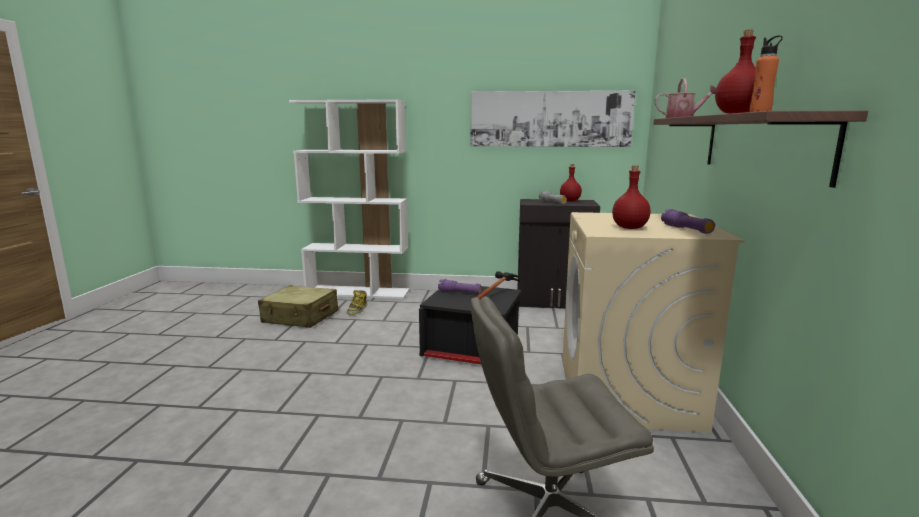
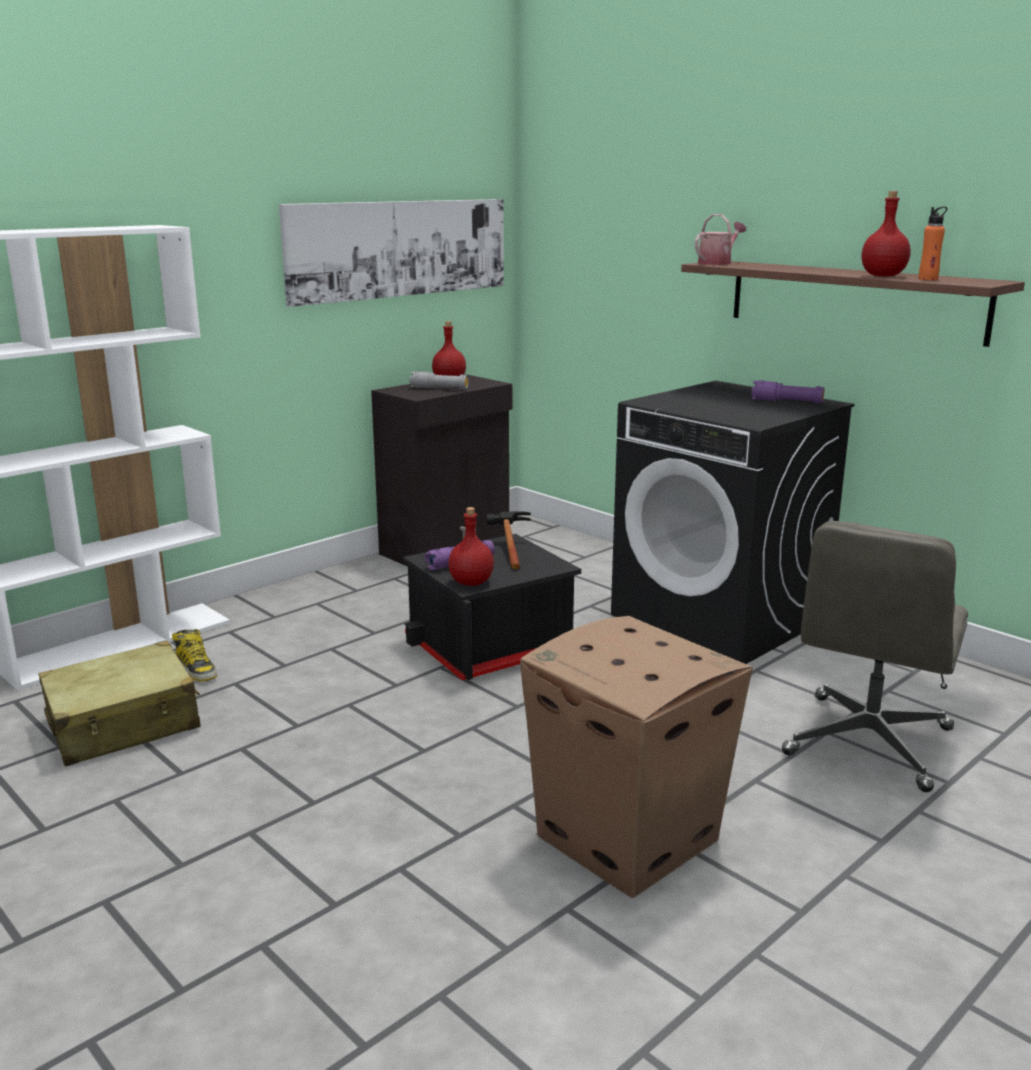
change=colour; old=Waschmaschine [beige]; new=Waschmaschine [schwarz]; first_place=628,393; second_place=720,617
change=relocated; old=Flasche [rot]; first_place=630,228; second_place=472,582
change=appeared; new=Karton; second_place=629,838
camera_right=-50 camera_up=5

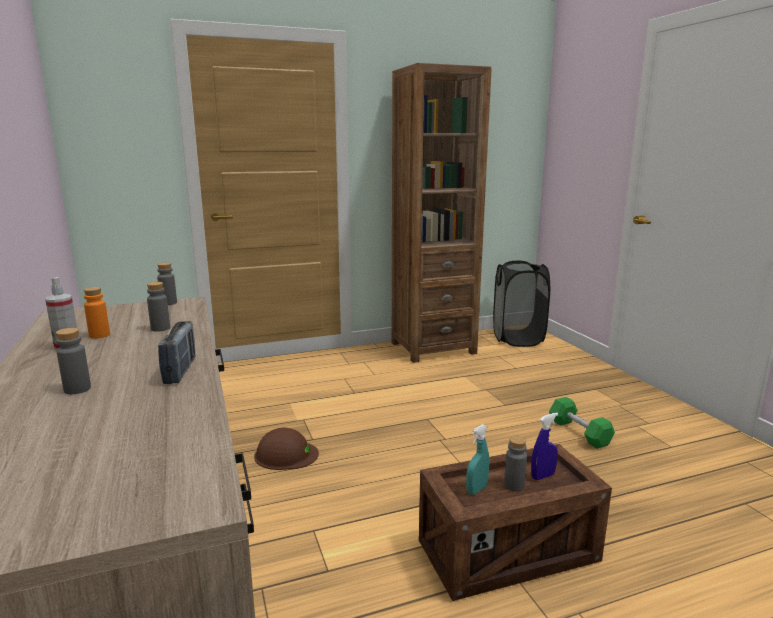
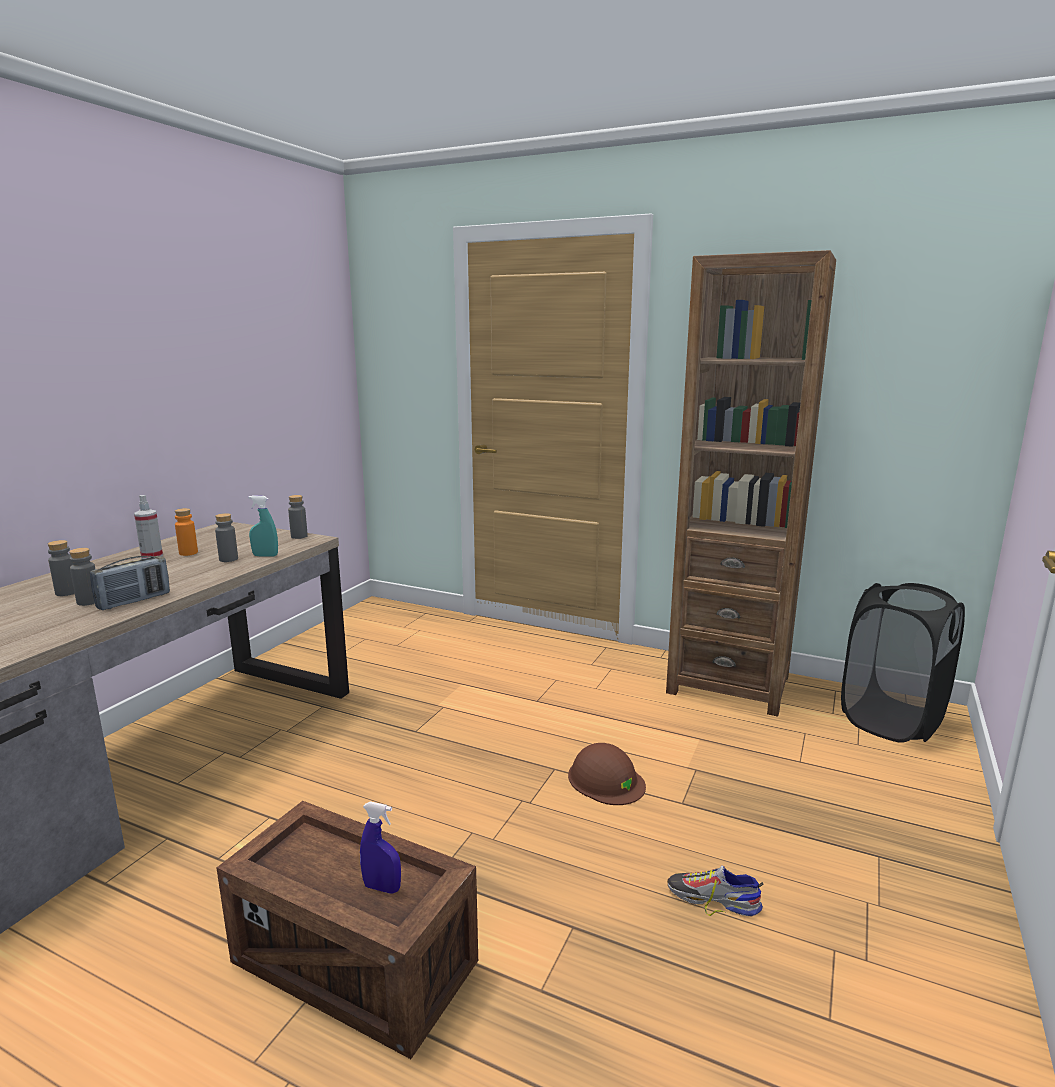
change=relocated; old=Schutzhelm [braun]; first_place=286,455; second_place=606,780
change=relocated; old=Sprühflasche [türkis]; first_place=477,489; second_place=265,555
change=relocated; old=Flasche [grau]; first_place=514,485; second_place=89,602
change=exchanged; old=Hantel [grün]; new=Schuh; first_place=579,432; second_place=713,899
camera_right=45 camera_up=0

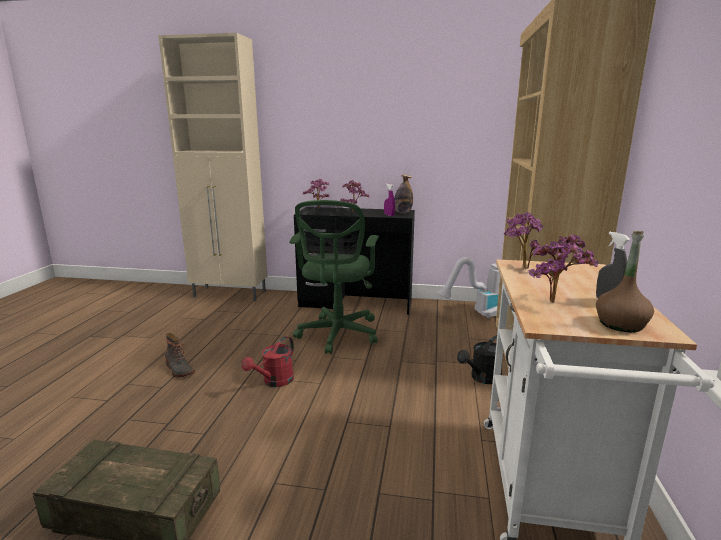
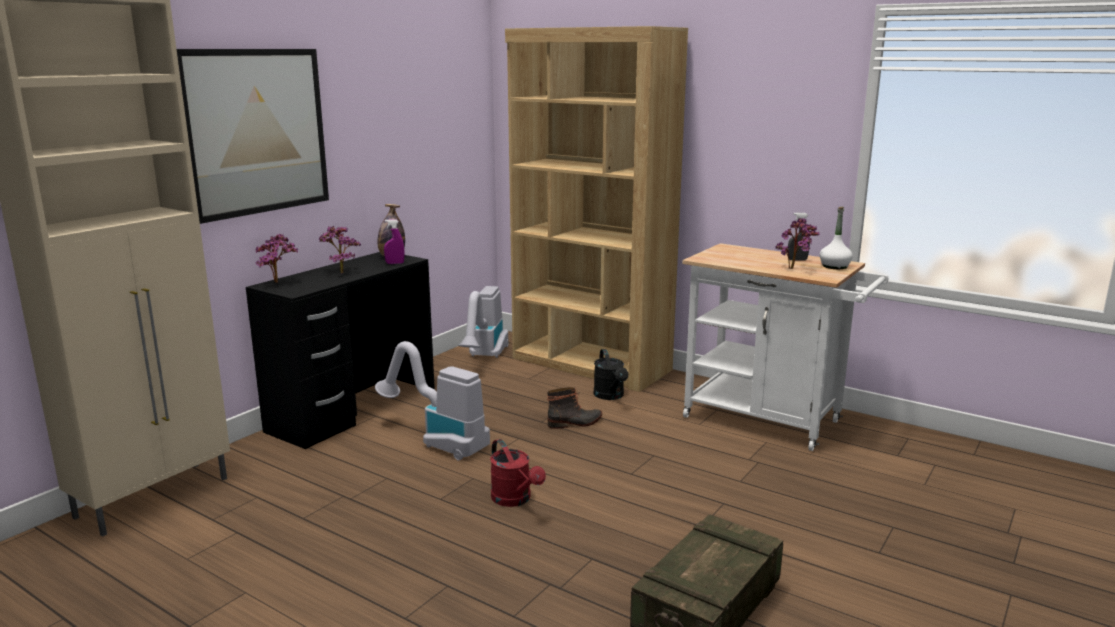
change=relocated; old=Stiefel; first_place=179,370; second_place=575,423
change=exchanged; old=Bürostuhl [grün]; new=Staubsauger; first_place=337,335; second_place=437,441
change=missing; old=Topfpflanze; first_place=521,268
change=colour; old=Flasche [braun]; new=Flasche [weiß]; first_place=620,324; second_place=834,266
change=appeared; new=Bild; second_place=254,132
camera_right=-65 camera_up=0

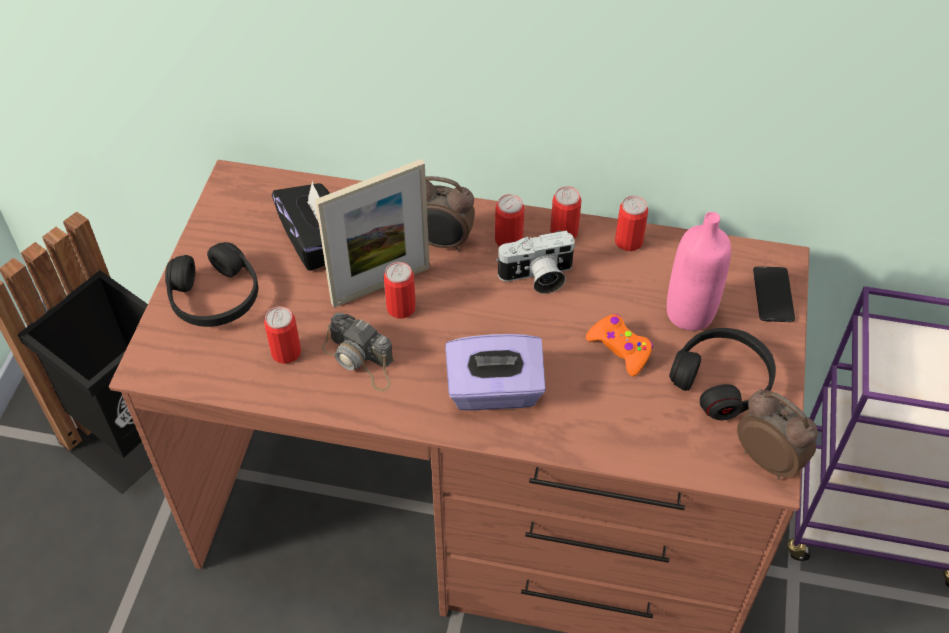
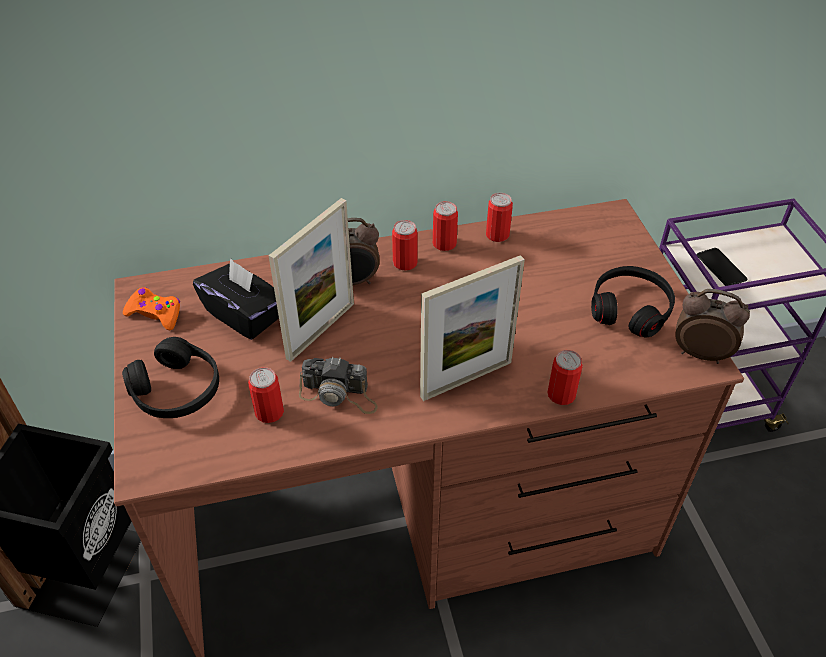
change=relocated; old=Dose; first_place=401,308; second_place=561,394
change=exchanged; old=Taschentuchbox [lila]; new=Bilderrahmen; first_place=494,392; second_place=466,379
change=missing; old=Kamera; first_place=537,277
change=relocated; old=Gamepad [orange]; first_place=620,348; second_place=155,313
change=missing; old=Flasche [rosa]; first_place=689,313
change=relocated; old=Handy; first_place=773,295; second_place=721,268
camera_right=-25 camera_up=-5

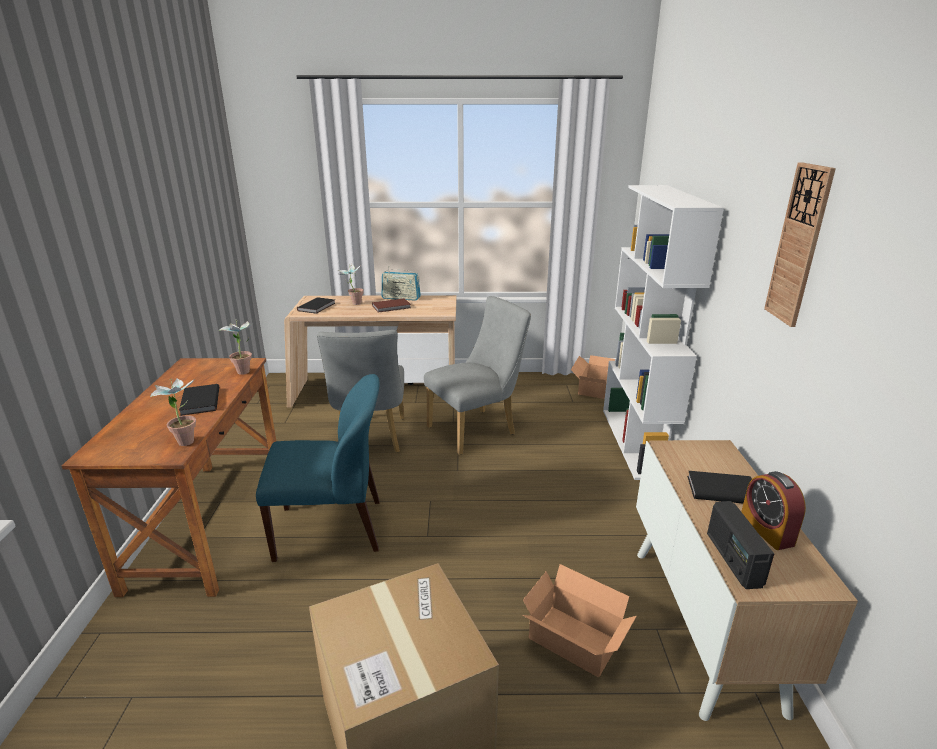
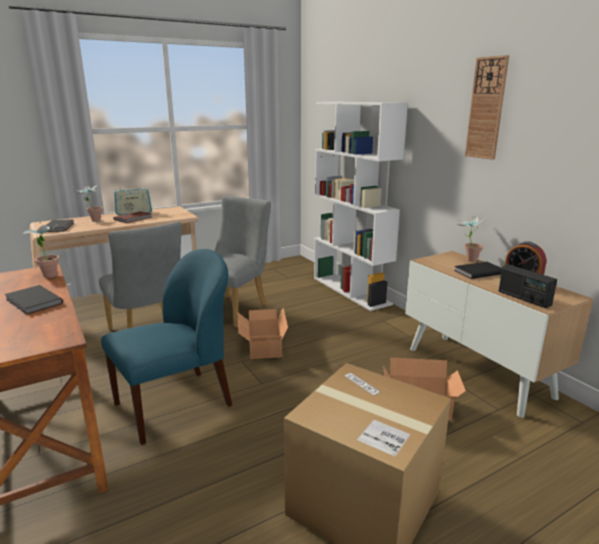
change=relocated; old=Topfpflanze; first_place=185,439; second_place=467,259
change=relocated; old=Karton; first_place=593,388; second_place=262,347
camera_right=-30 camera_up=-5

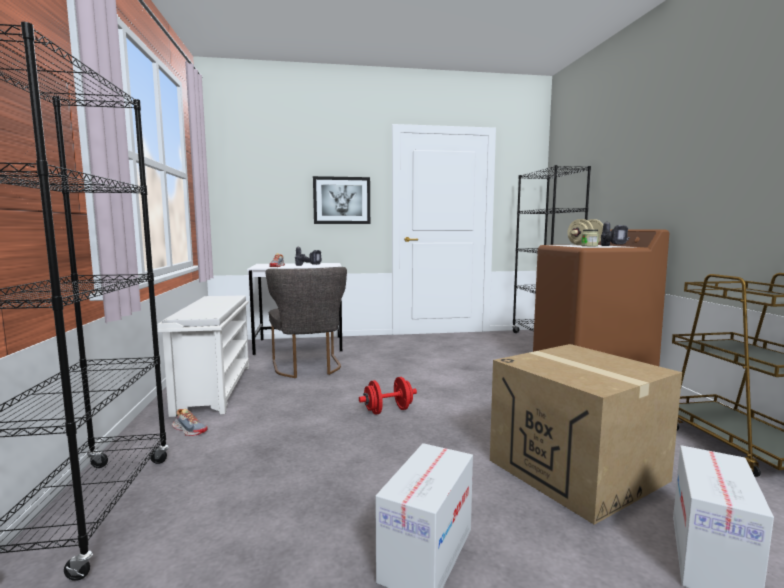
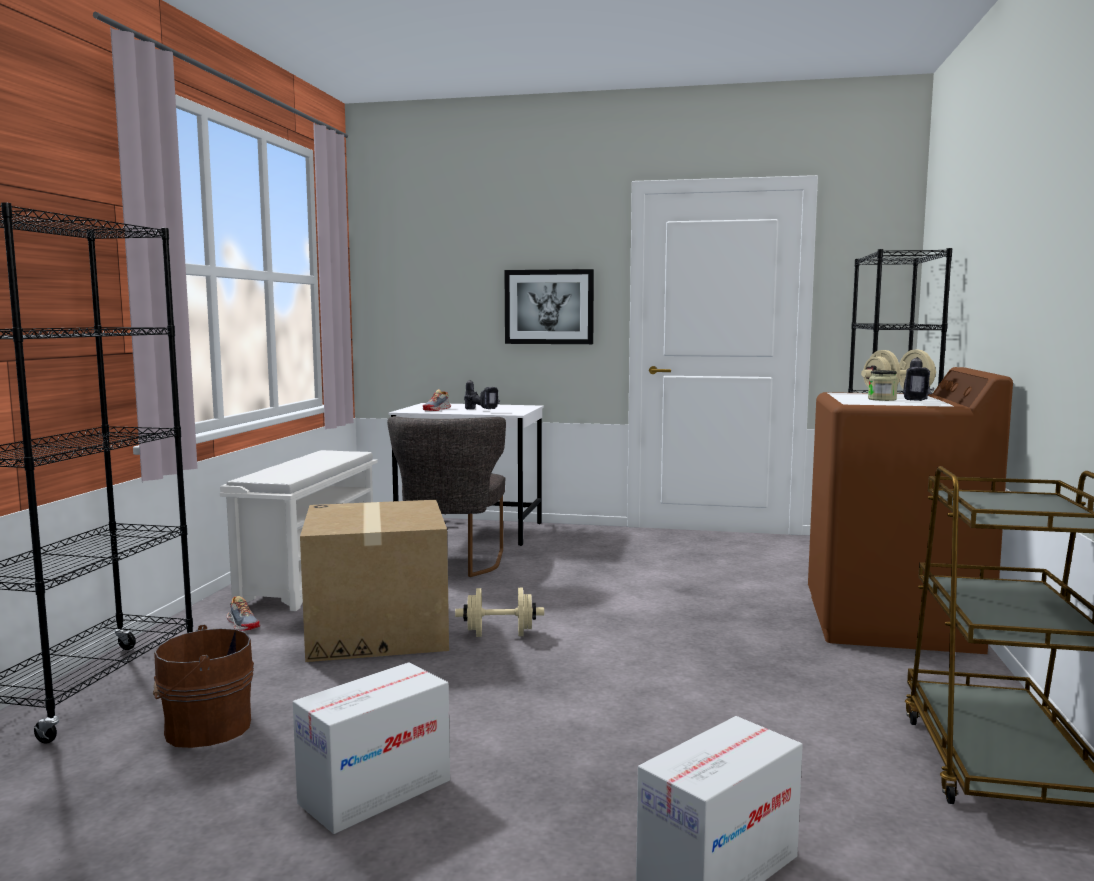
change=colour; old=Hantel [rot]; new=Hantel [beige]; first_place=388,410; second_place=500,634
change=relocated; old=Karton; first_place=577,470; second_place=378,631
change=appeared; new=Eimer [braun]; second_place=203,728
camera_right=20 camera_up=0

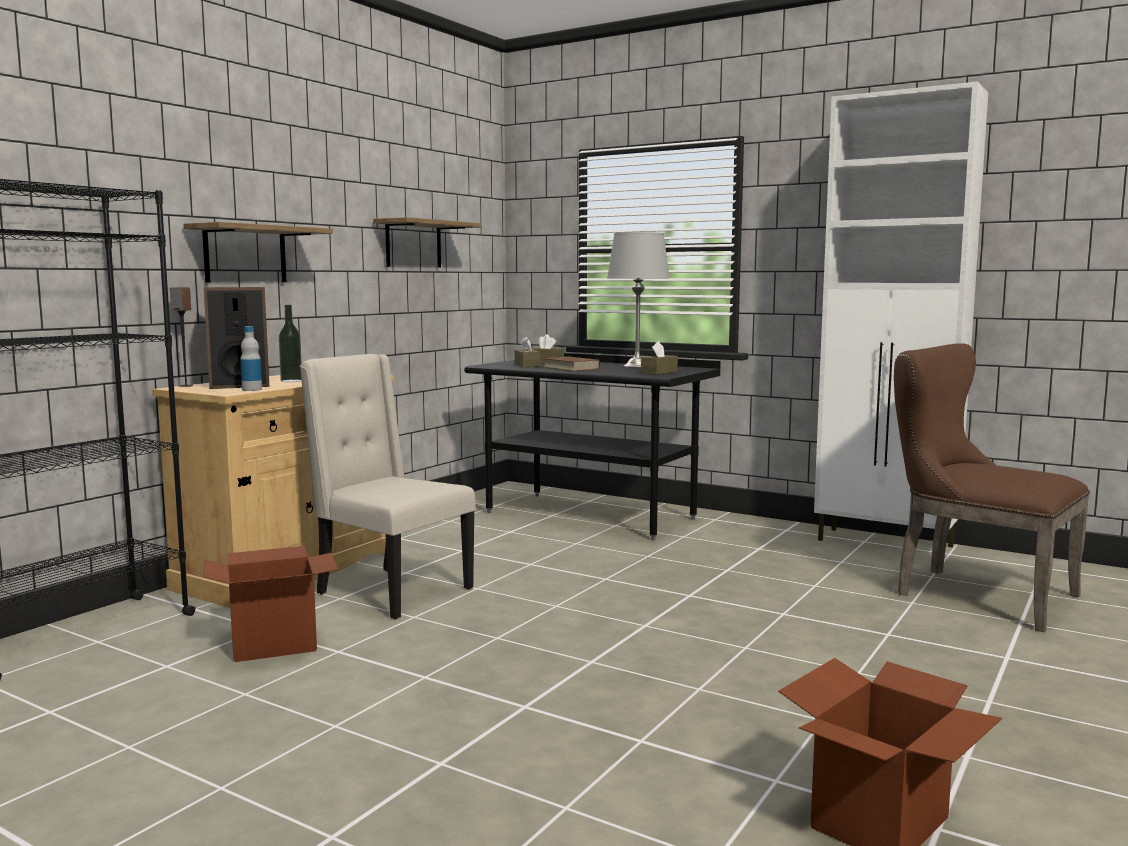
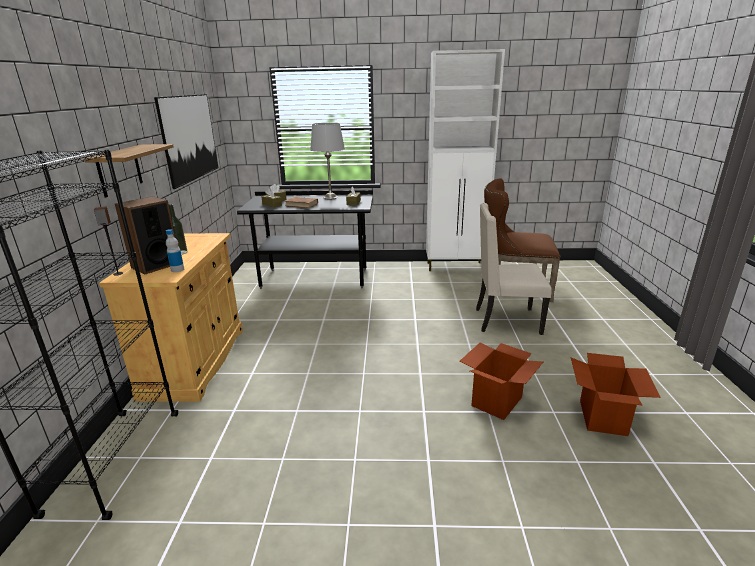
change=relocated; old=Karton; first_place=274,645; second_place=497,401
change=relocated; old=Stuhl [beige]; first_place=390,591; second_place=505,321
change=exchanged; old=Wandregal; new=Bild; first_place=413,244; second_place=190,137
camera_right=-30 camera_up=15

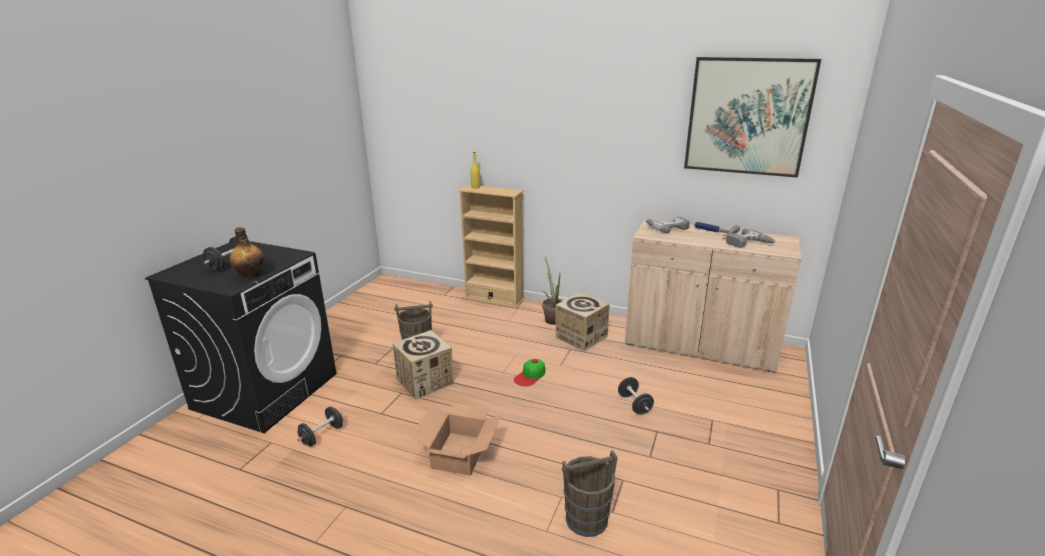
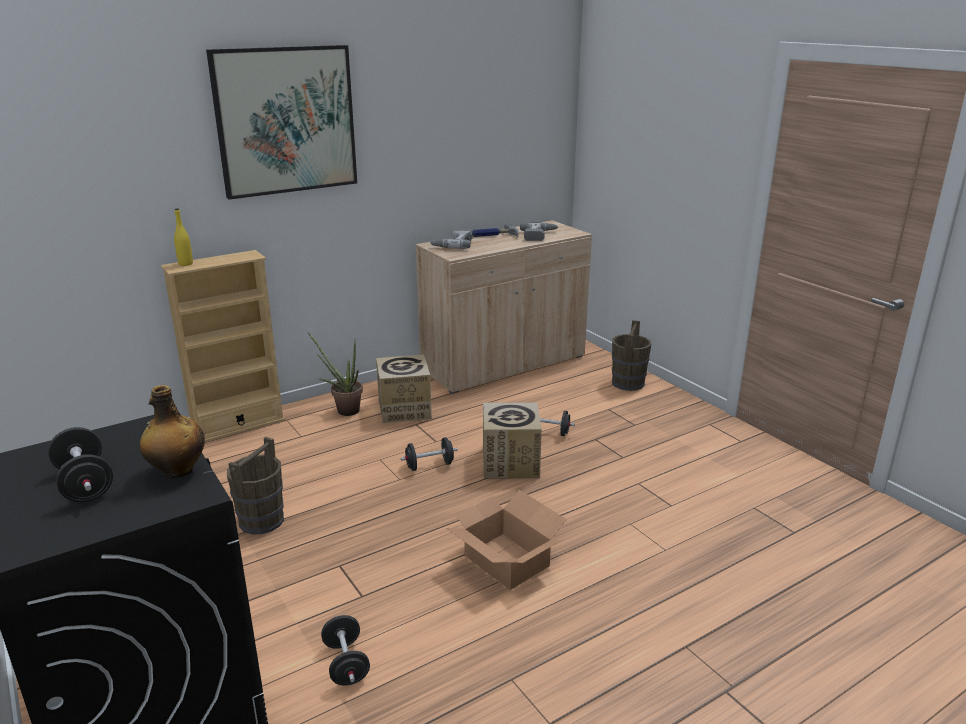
change=relocated; old=Karton; first_place=425,381; second_place=510,463
change=exchanged; old=Kappe; new=Hantel [schwarz]; first_place=530,376; second_place=429,465
change=relocated; old=Eimer [braun]; first_place=587,519; second_place=628,383
change=relocated; old=Bild; first_place=747,116; second_place=286,121
camera_right=-55 camera_up=0

